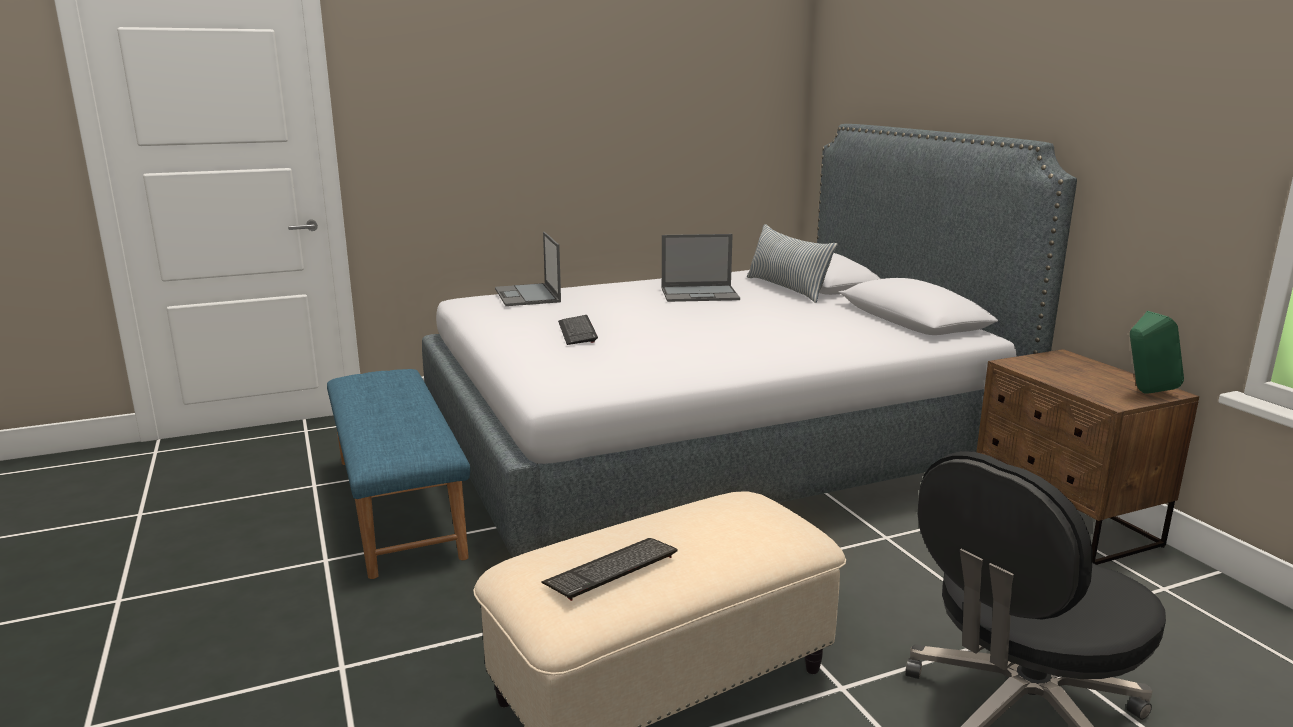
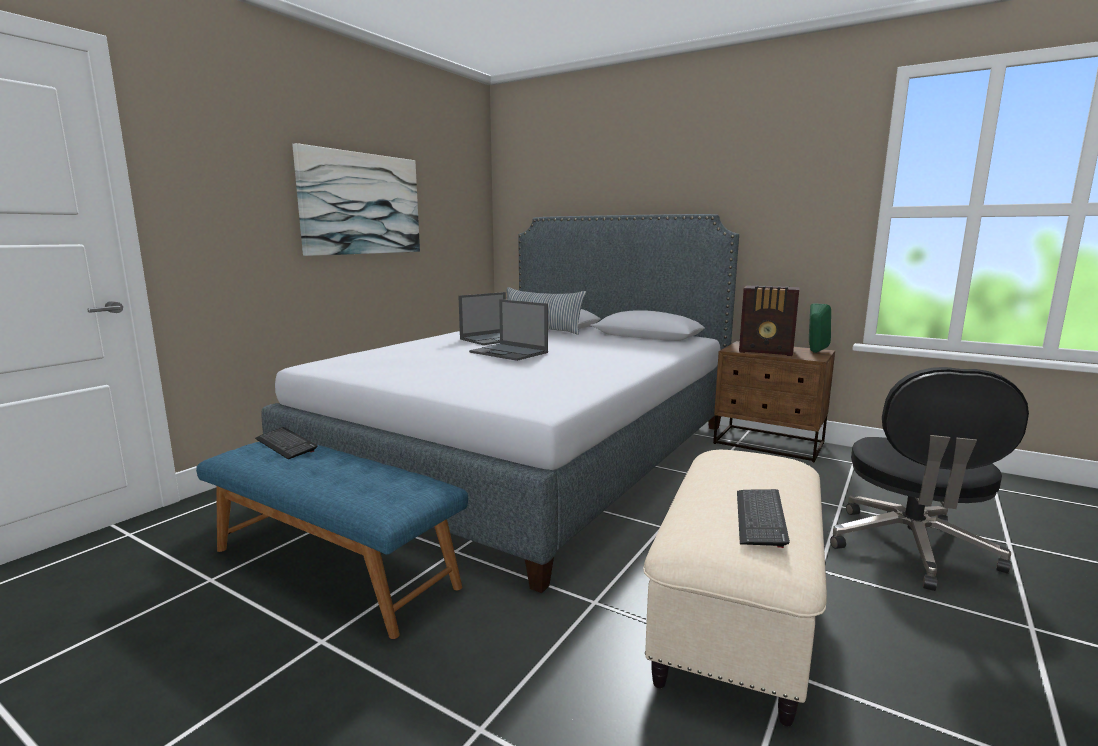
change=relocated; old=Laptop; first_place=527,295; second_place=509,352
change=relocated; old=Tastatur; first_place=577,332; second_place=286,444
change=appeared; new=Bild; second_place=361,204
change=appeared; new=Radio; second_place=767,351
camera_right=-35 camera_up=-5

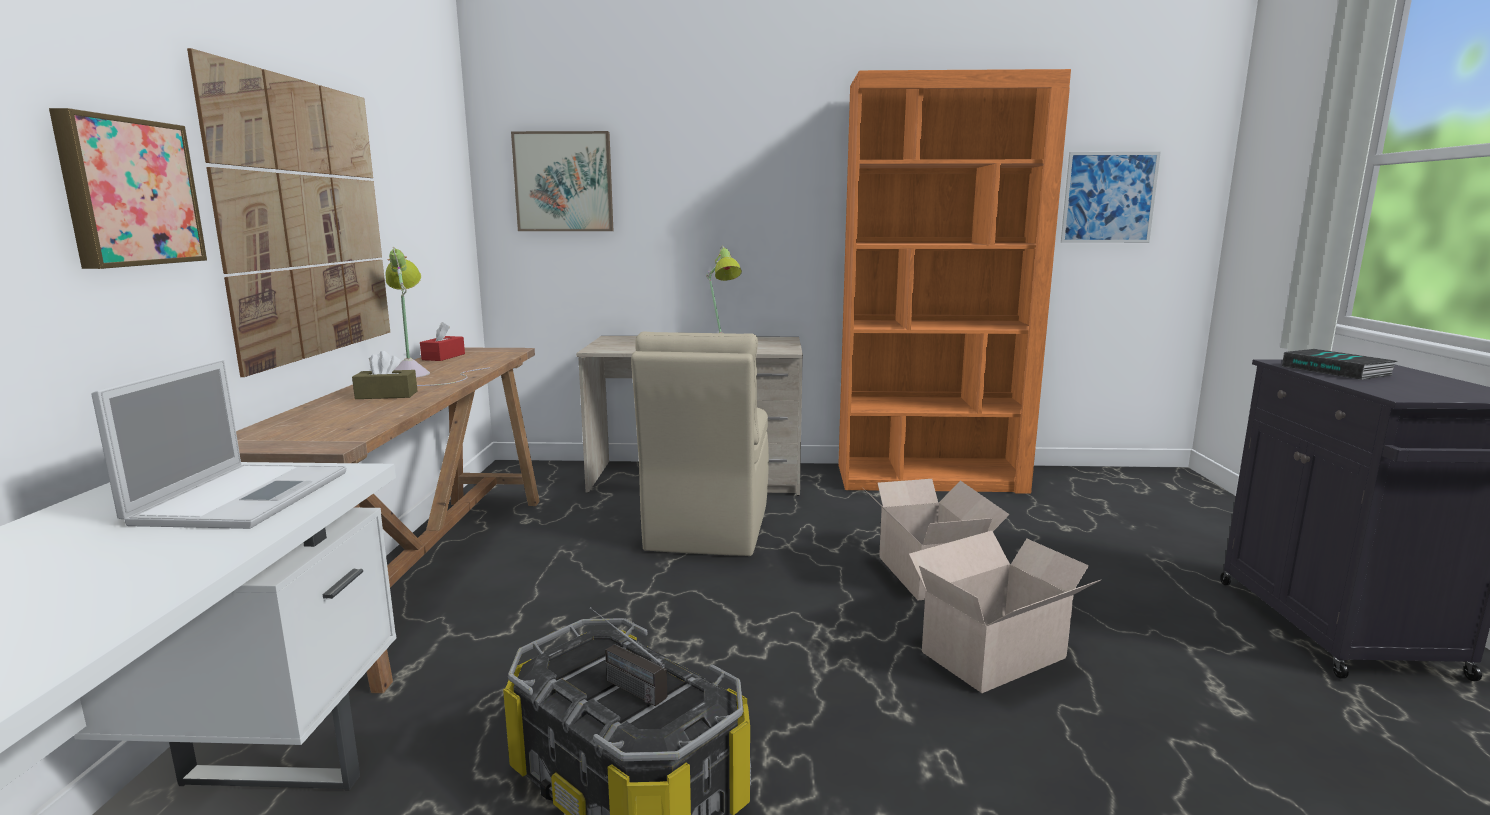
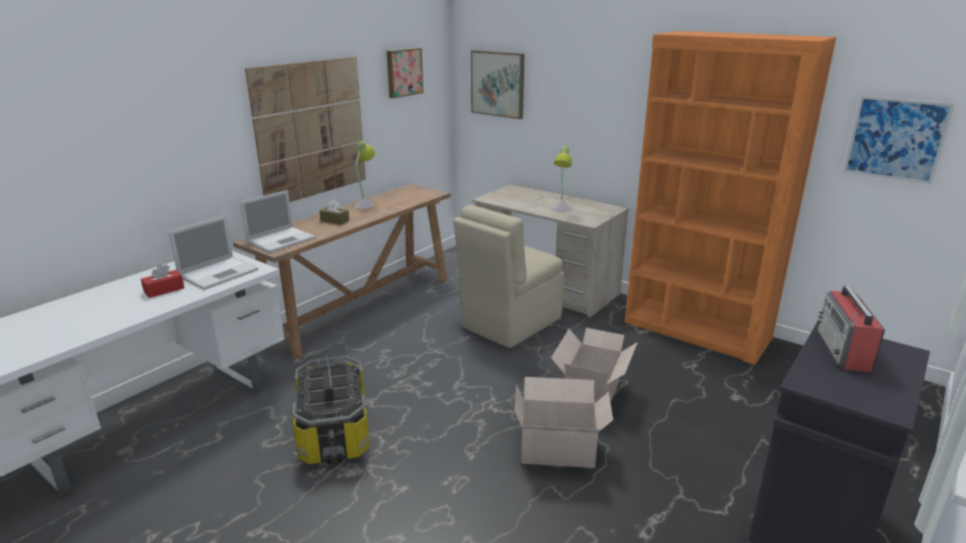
change=relocated; old=Bild; first_place=128,192; second_place=403,72
change=relocated; old=Taschentuchbox [rot]; first_place=443,357; second_place=164,290
change=exchanged; old=Buch; new=Radio; first_place=1337,370; second_place=843,350
change=appeared; new=Laptop; second_place=282,239
camera_right=35 camera_up=10

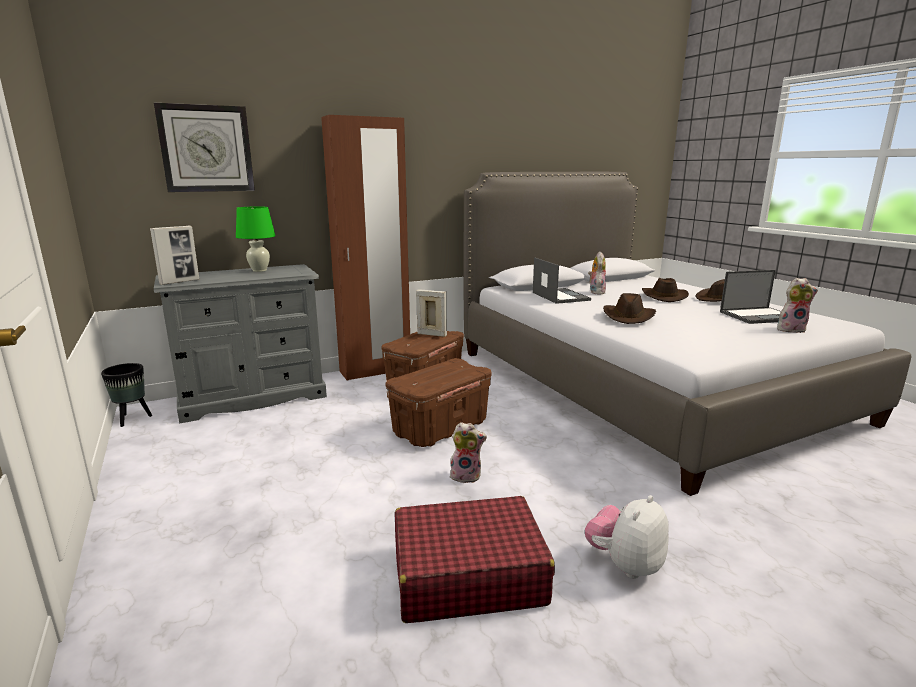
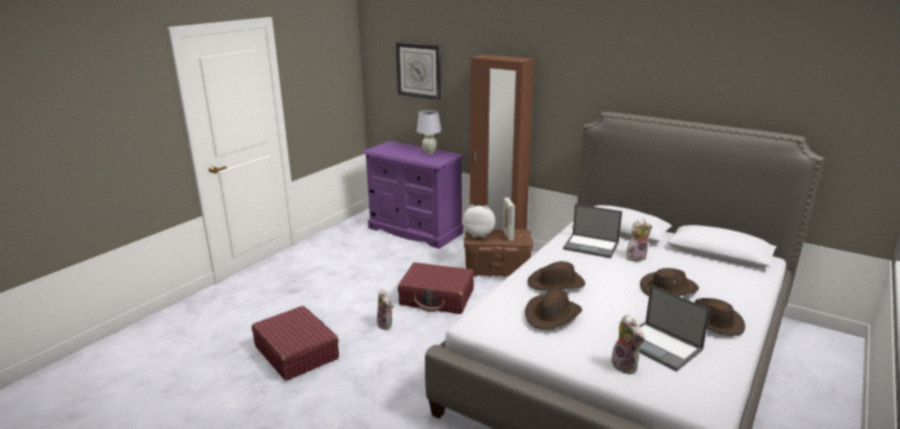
change=missing; old=Pflanzkübel [schwarz]; first_place=132,419
change=missing; old=Bilderrahmen; first_place=180,282
change=colour; old=Kommode [grau]; new=Kommode [lila]; first_place=253,397; second_place=415,230
change=colour; old=Tischlampe [grün]; new=Tischlampe [weiß]; first_place=259,270; second_place=429,152
change=exchanged; old=Aufbewahrungsbox [braun]; new=Koffer [rot]; first_place=440,428; second_place=437,297
change=spun; old=Laptop; first_place=560,296; second_place=592,246; degrees=75
change=relocated; old=Plüschtier; first_place=625,564; second_place=479,234
change=appeared; new=Hut [braun]; second_place=552,315
camera_right=60 camera_up=5

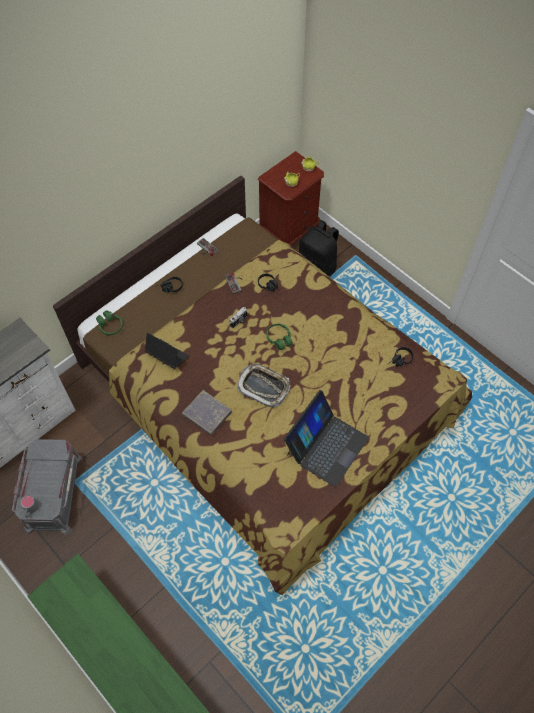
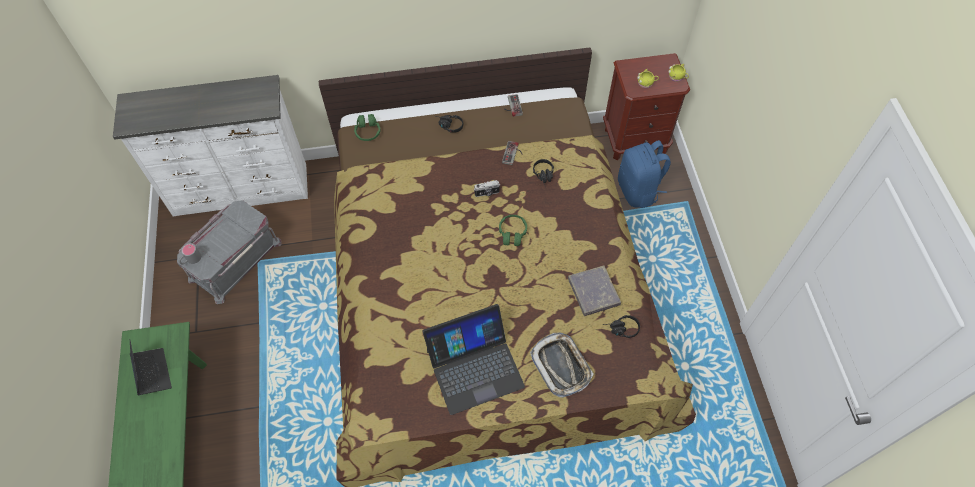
change=relocated; old=Laptop; first_place=167,356; second_place=152,373
change=relocated; old=Buch [grau]; first_place=207,414; second_place=593,292
change=relocated; old=Tablett; first_place=263,386; second_place=561,366
change=colour; old=Rucksack [schwarz]; new=Rucksack [blau]; first_place=318,266; second_place=638,191
camera_right=35 camera_up=0

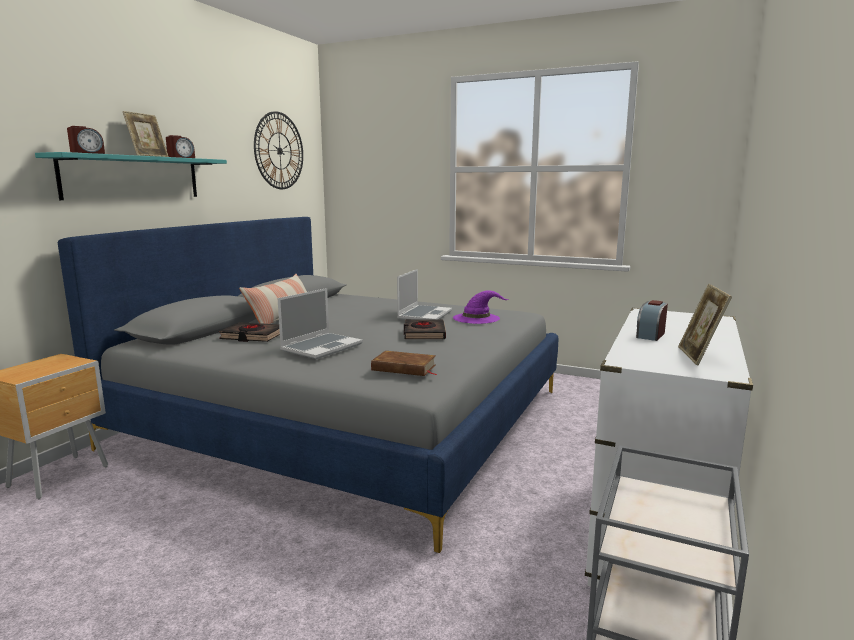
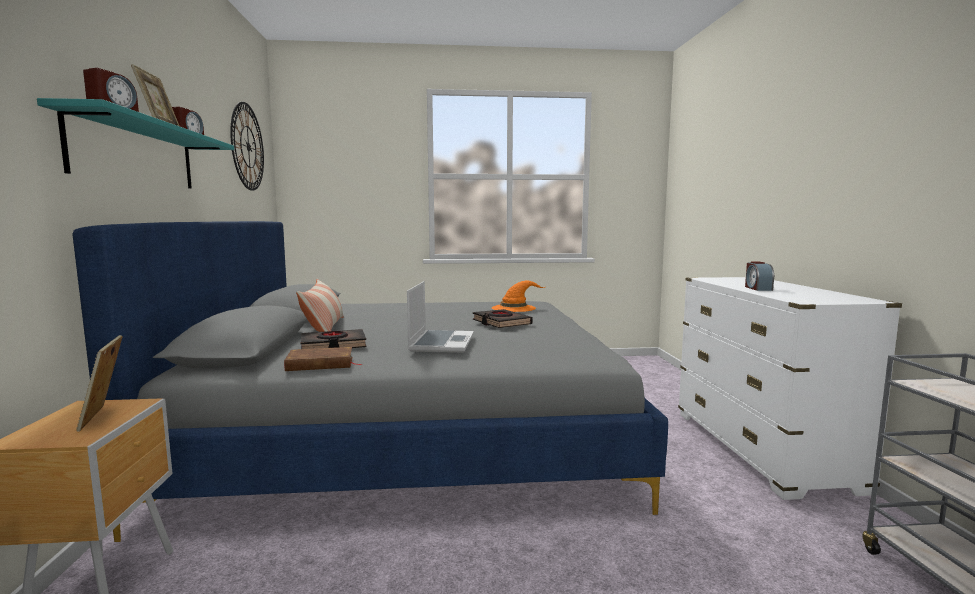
change=relocated; old=Buch [braun]; first_place=404,368; second_place=320,364
change=missing; old=Laptop; first_place=424,315
change=colour; old=Hut [lila]; new=Hut [orange]; first_place=477,318; second_place=514,308
change=relocated; old=Bilderrahmen; first_place=699,356; second_place=104,417
camera_right=-30 camera_up=-5

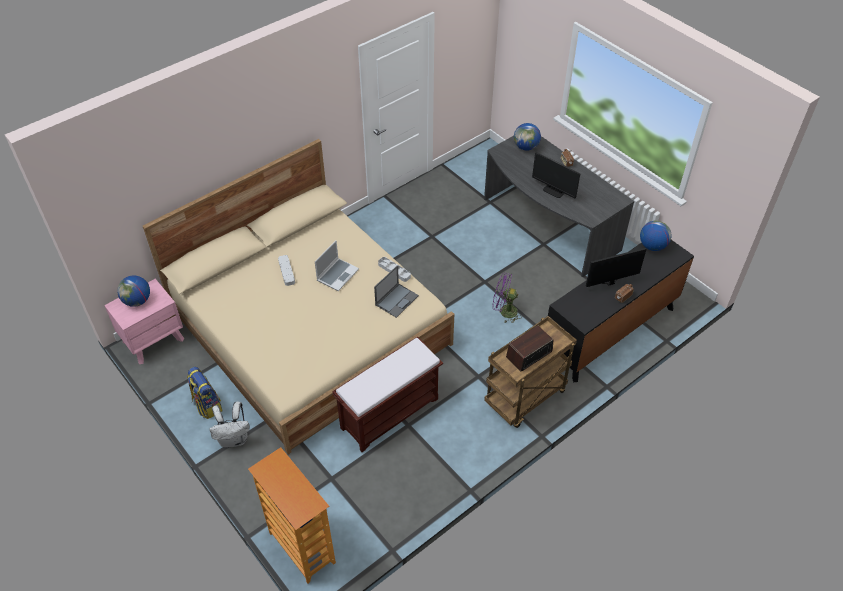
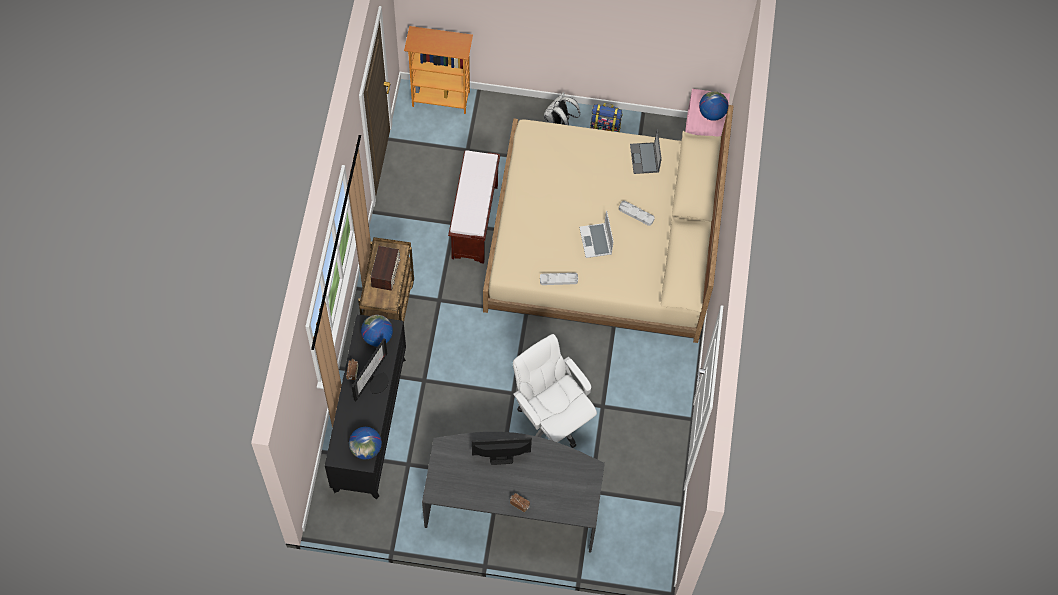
change=relocated; old=Laptop; first_place=397,300; second_place=644,158
change=missing; old=Ventilator [lila]; first_place=504,311
change=relocated; old=Globus; first_place=526,147; second_place=377,337
change=appeared; new=Bürostuhl [weiß]; second_place=551,419
camera_right=135 camera_up=15

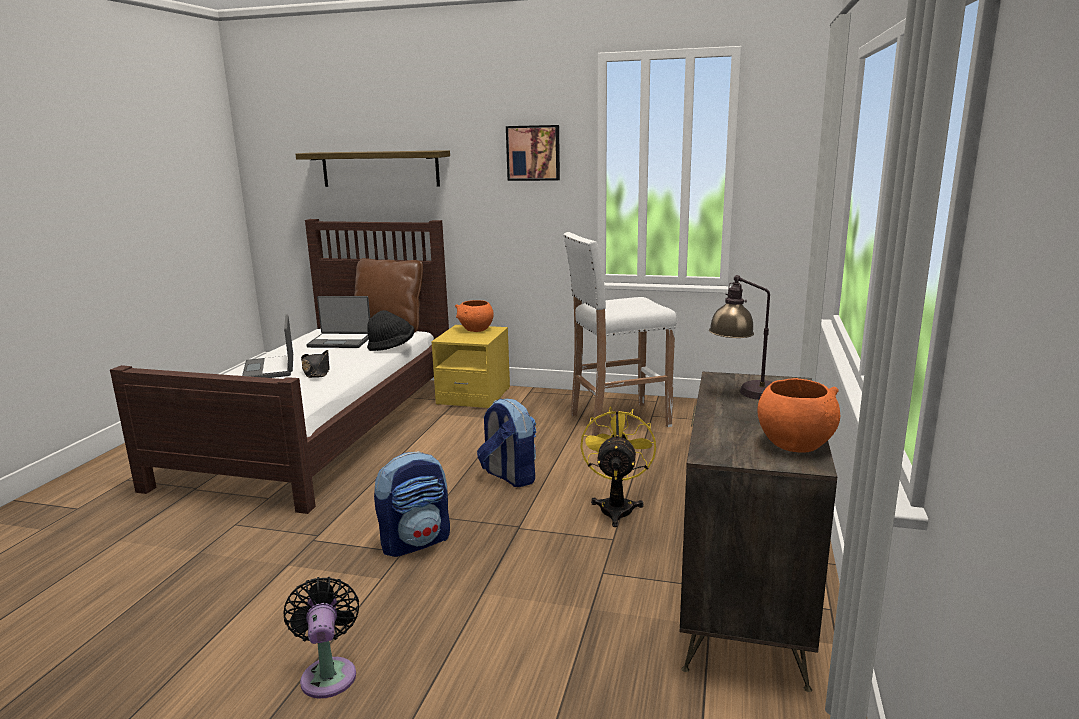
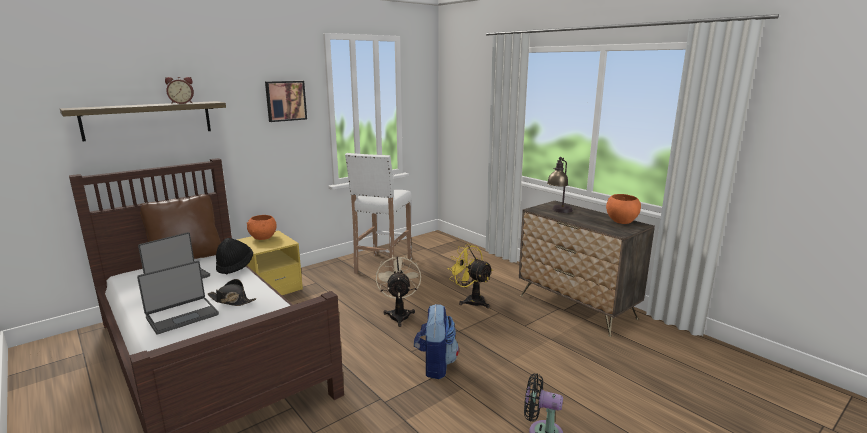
change=spun; old=Laptop; first_place=270,369; second_place=182,315; degrees=-60
change=exchanged; old=Rucksack; new=Ventilator [beige]; first_place=509,476; second_place=399,314
change=appeared; new=Wecker; second_place=182,103
camera_right=-55 camera_up=0

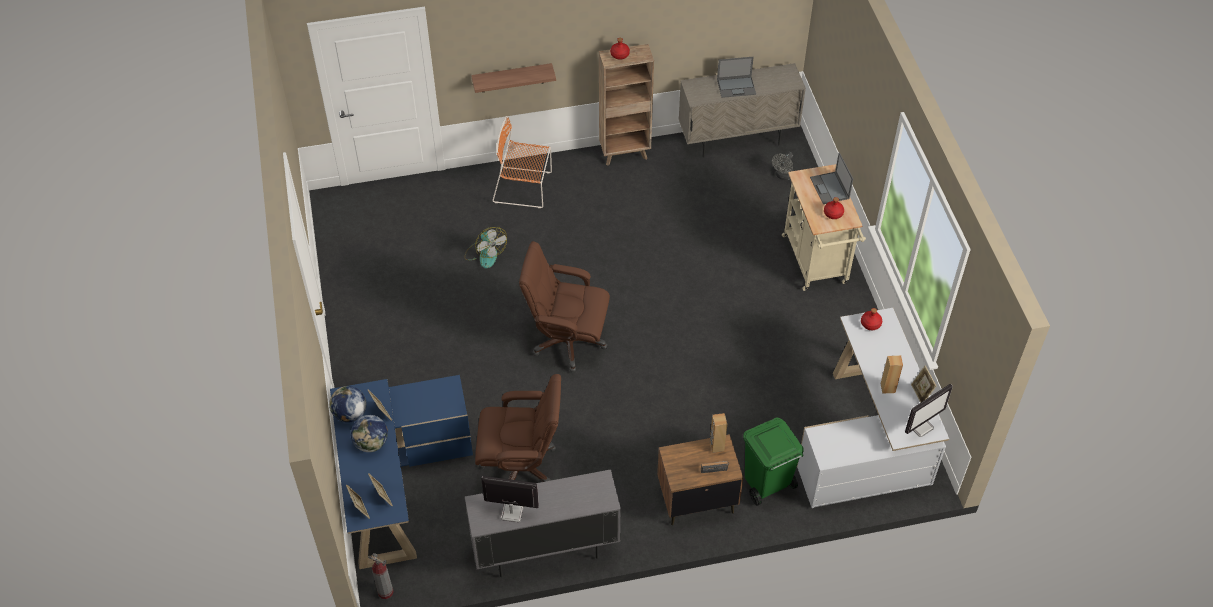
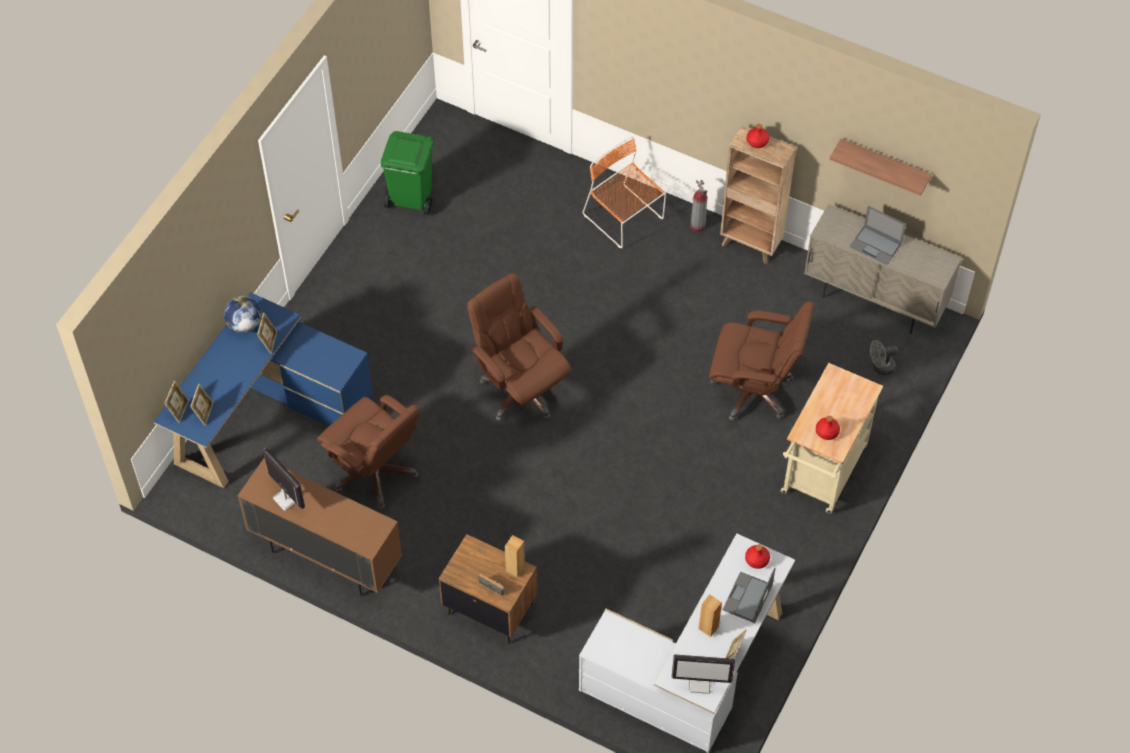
change=missing; old=Globus; first_place=372,443
change=relocated; old=Feuerlöscher; first_place=385,592; second_place=697,226
change=missing; old=Ventilator; first_place=485,254
change=colour; old=Schrank [grau]; new=Schrank [braun]; first_place=545,550; second_place=326,557
change=relocated; old=Wandregal; first_place=512,78; second_place=884,165
change=relocated; old=Mülleimer [grün]; first_place=766,484; second_place=410,199
change=relocated; old=Laptop; first_place=830,188; second_place=747,598
change=appeared; new=Bürostuhl [braun]; second_place=753,391
camera_right=40 camera_up=5

